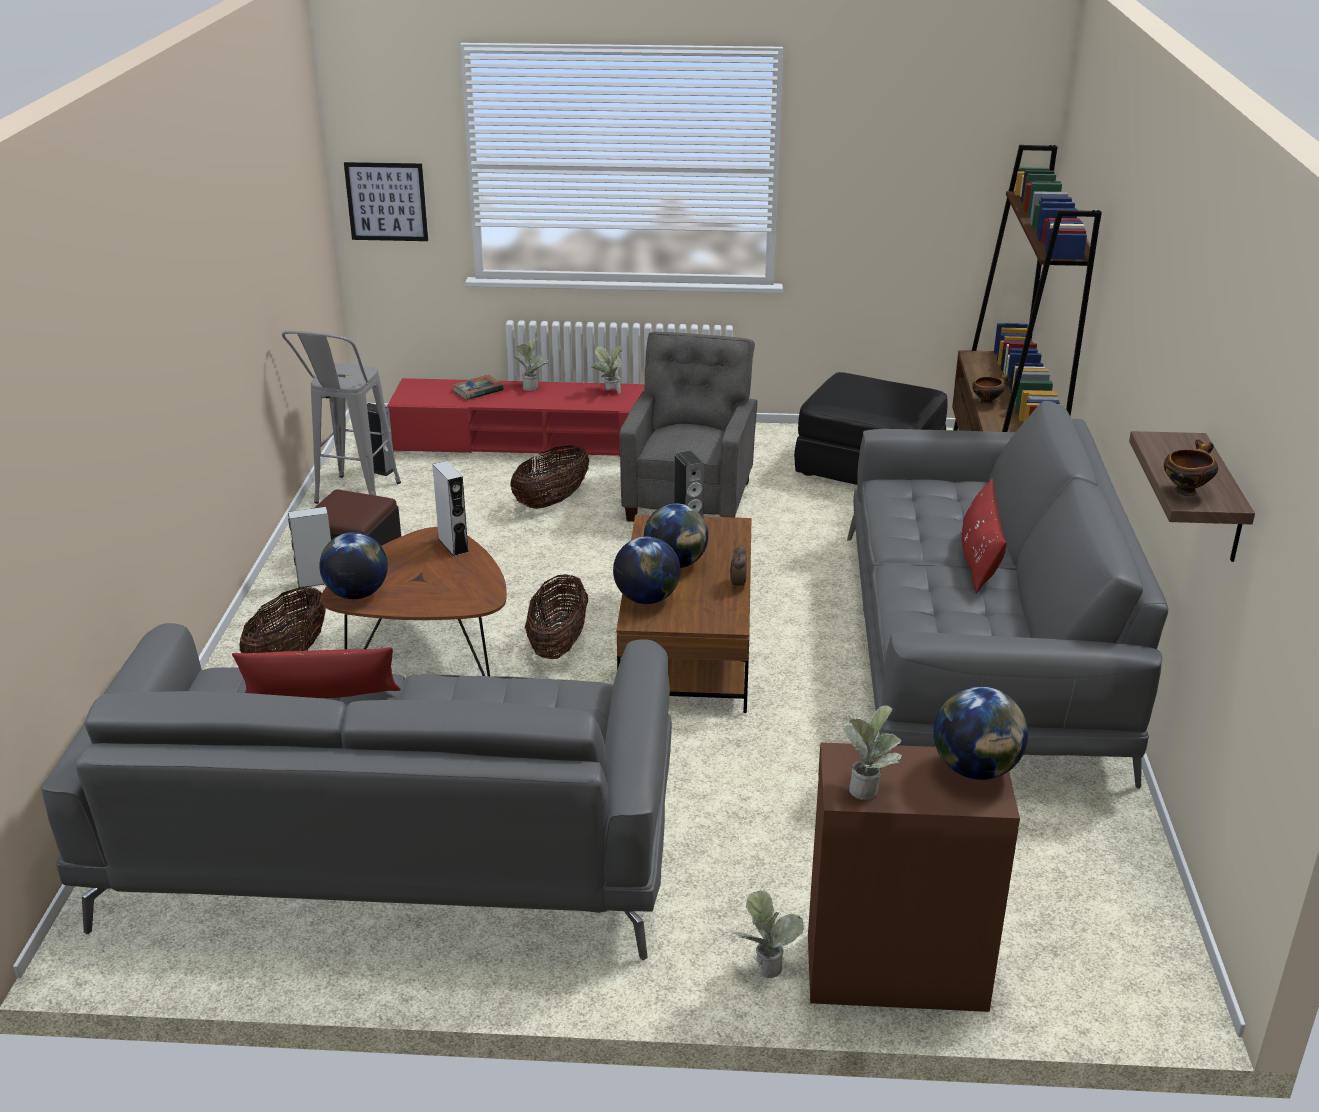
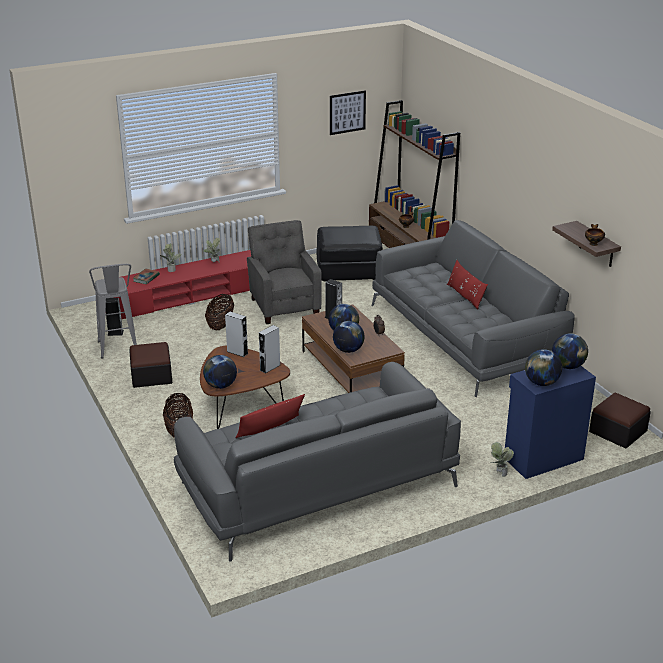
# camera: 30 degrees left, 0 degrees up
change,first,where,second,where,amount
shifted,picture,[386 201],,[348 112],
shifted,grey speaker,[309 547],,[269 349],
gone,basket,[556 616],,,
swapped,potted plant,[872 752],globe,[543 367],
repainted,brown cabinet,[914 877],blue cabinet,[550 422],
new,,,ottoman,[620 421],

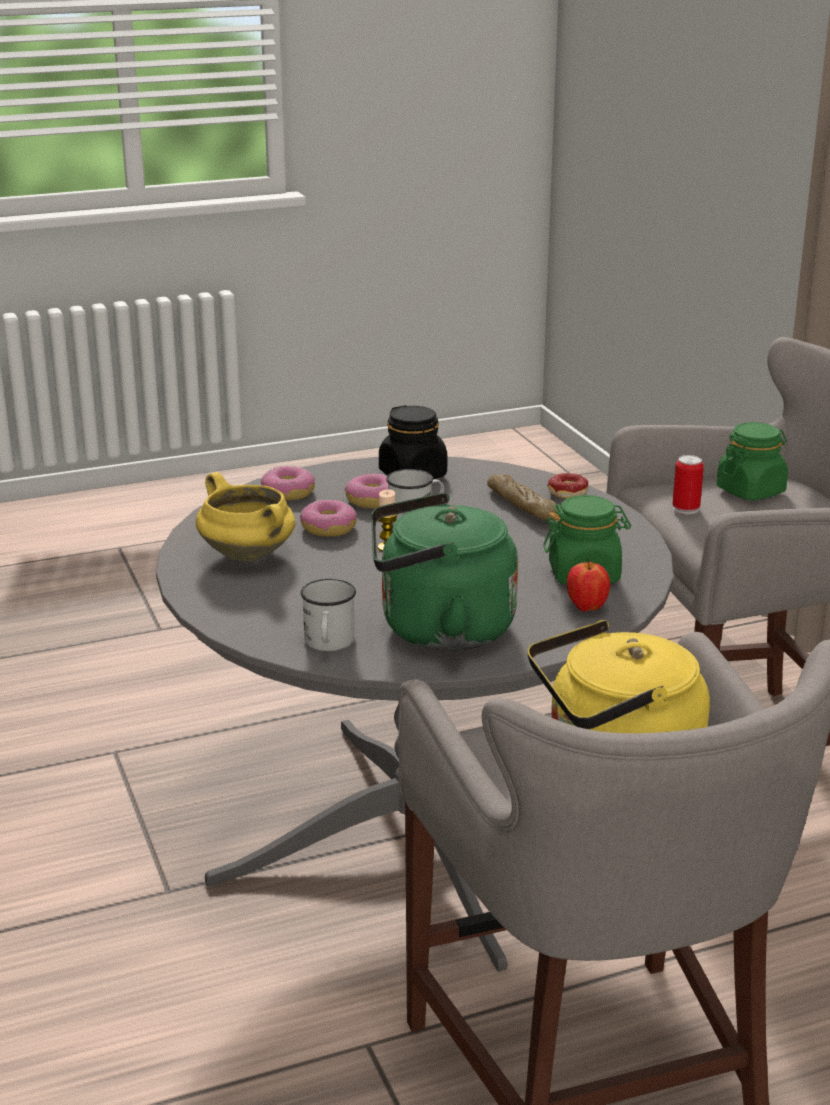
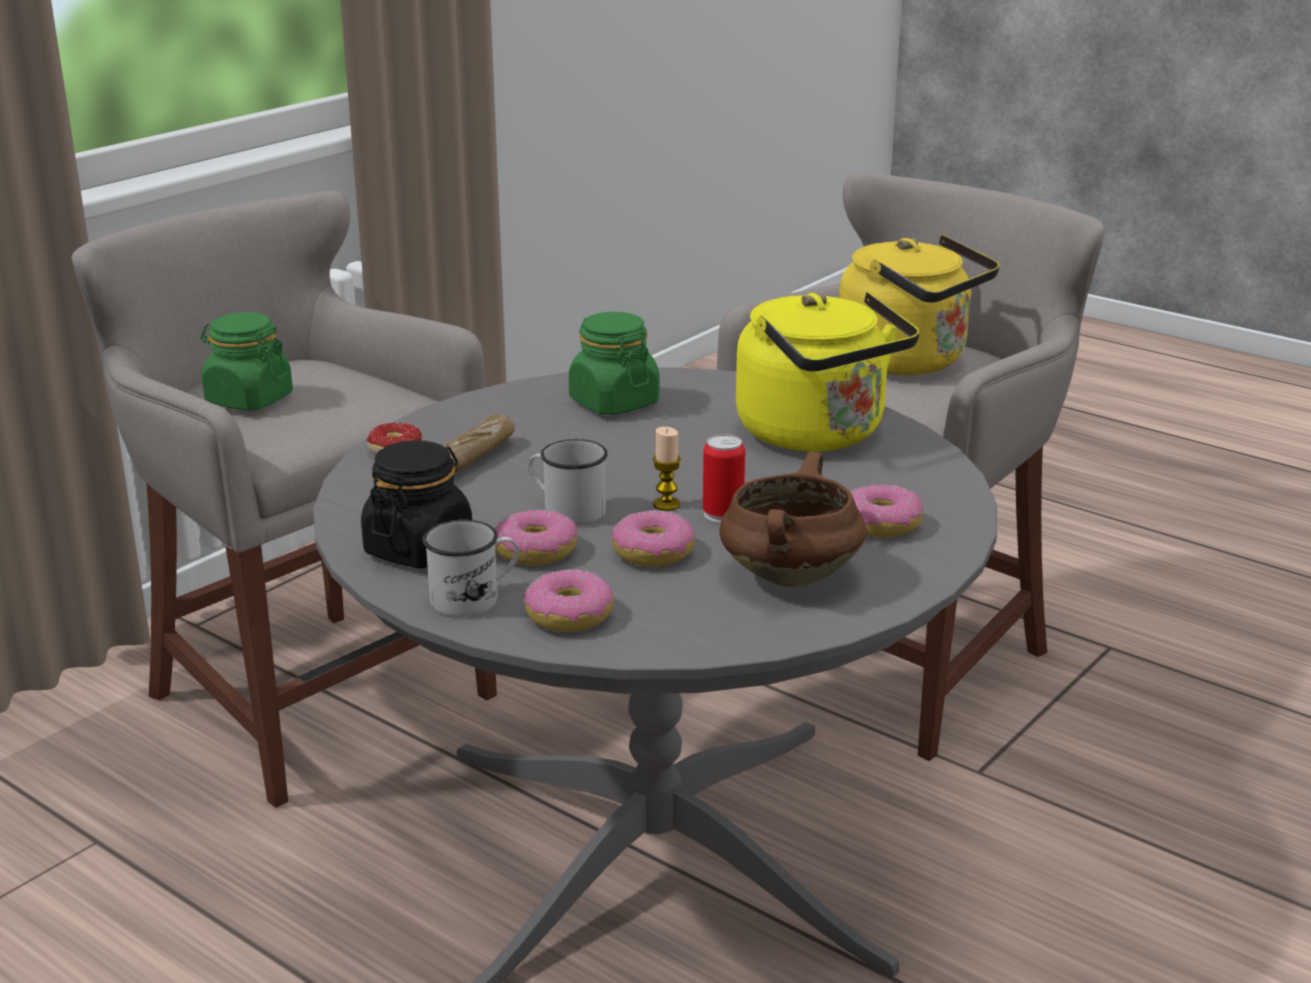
# camera: 120 degrees left, 0 degrees up
change,first,where,second,where,amount
shifted,can,[688 484],,[724 478],
repainted,yellow cooking pot,[245 517],brown cooking pot,[793 519],
repainted,green kettle,[444 572],yellow kettle,[827 371],
gone,apple,[588 585],,,
shifted,white mug,[328 615],,[471 568],
new,,,donut,[887 511],

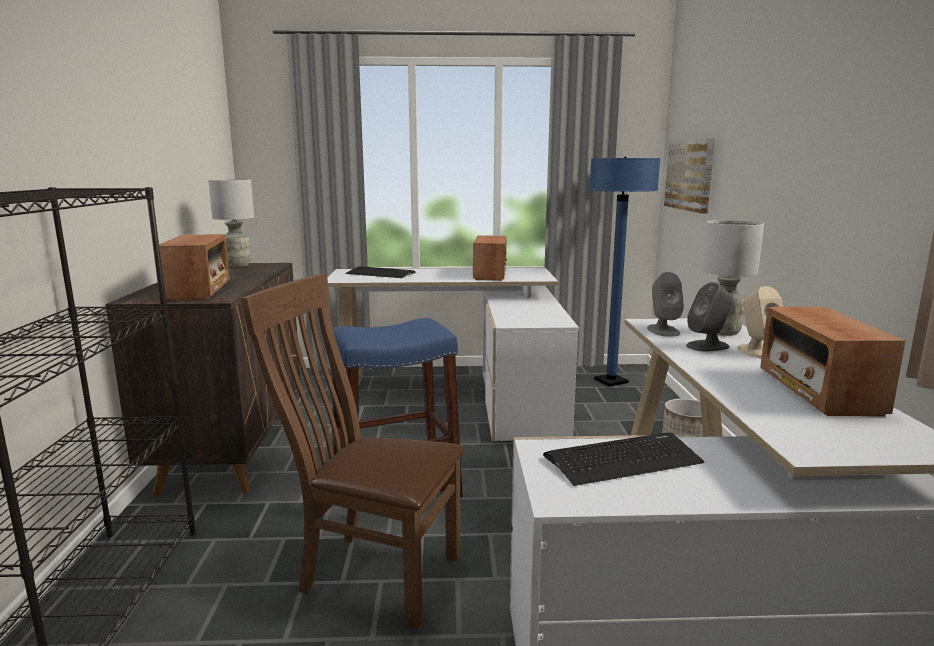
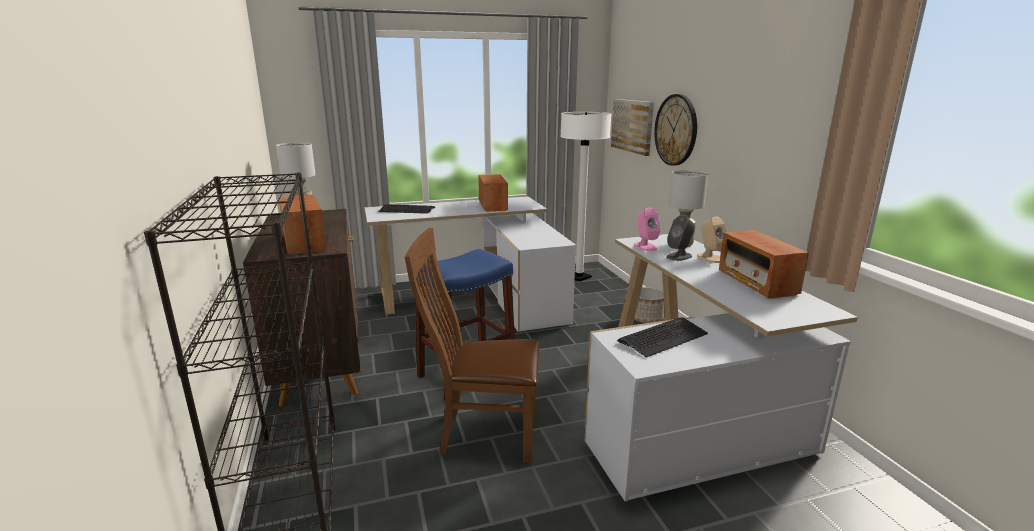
# camera: 15 degrees left, 5 degrees up
change,first,where,second,where,amount
repainted,blue floor lamp,[624 272],white floor lamp,[585 196],
repainted,grey speaker,[665 304],pink speaker,[647 229],
new,,,wall clock,[675 130],

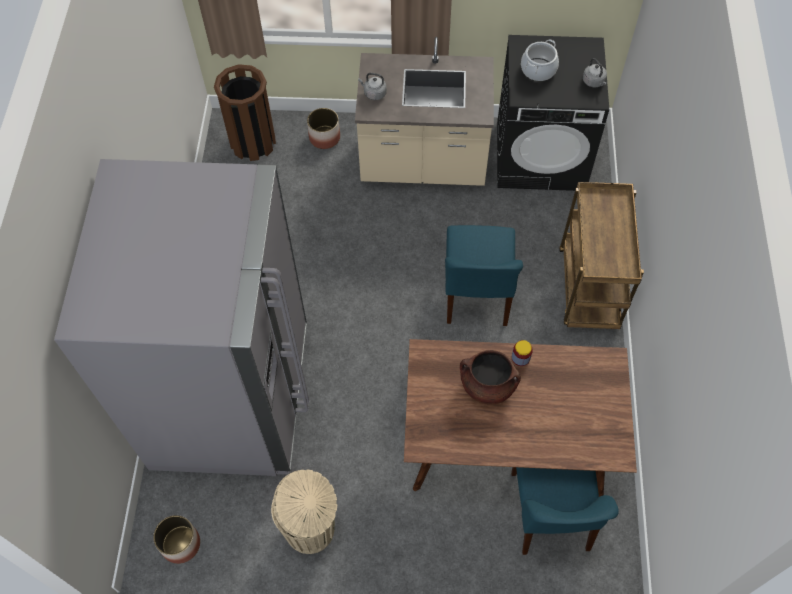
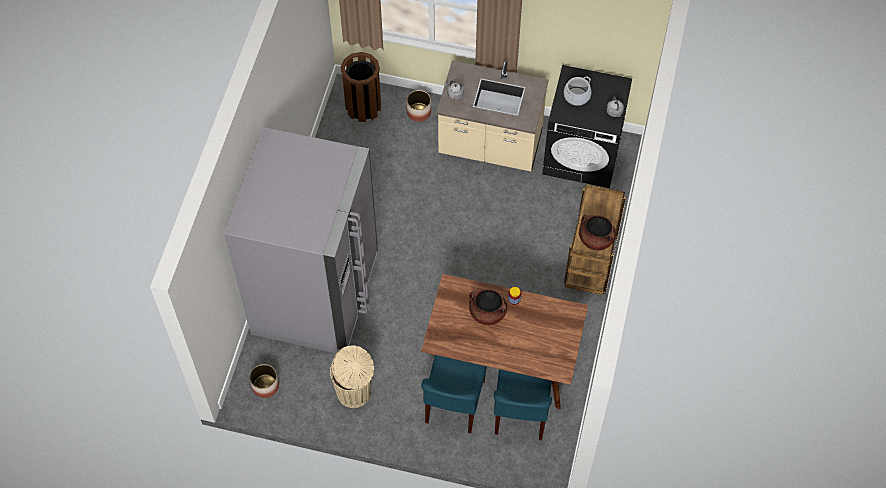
# camera: 10 degrees right, 0 degrees up
change,first,where,second,where,amount
shifted,blue chair,[484 275],,[454 394],
new,,,brown cooking pot,[597 232],

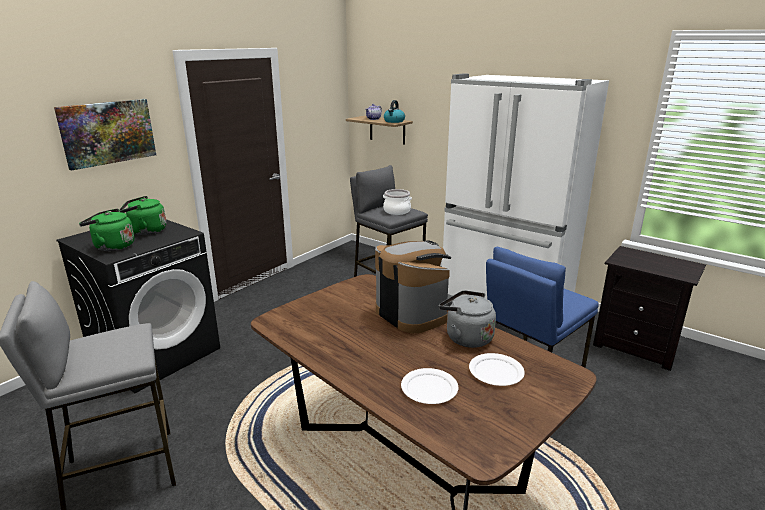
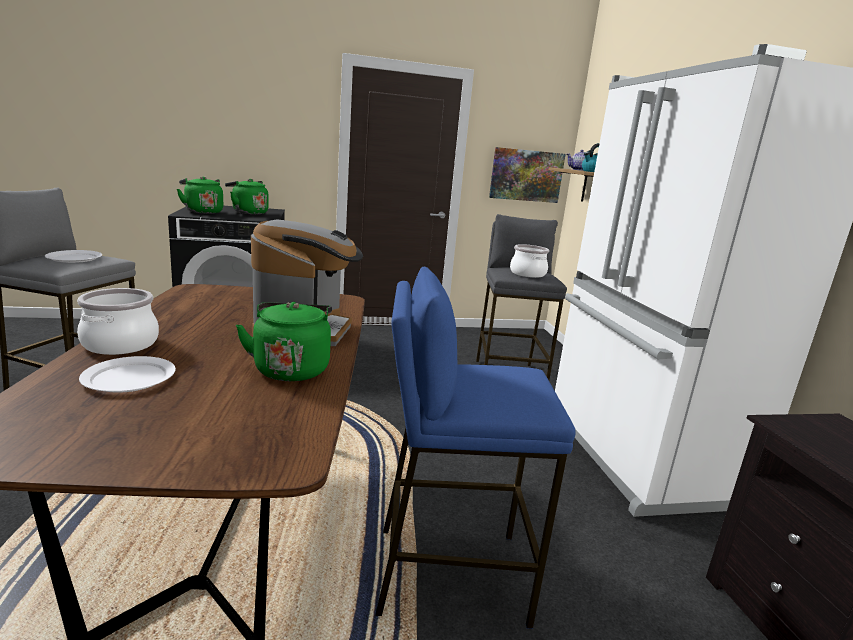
# camera: 40 degrees right, 5 degrees down
change,first,where,second,where,amount
shifted,picture,[105 135],,[527 175],
repainted,grey kettle,[467 319],green kettle,[284 341],
shifted,white plate,[497 369],,[73 256],
new,,,cooking pot,[118 321],

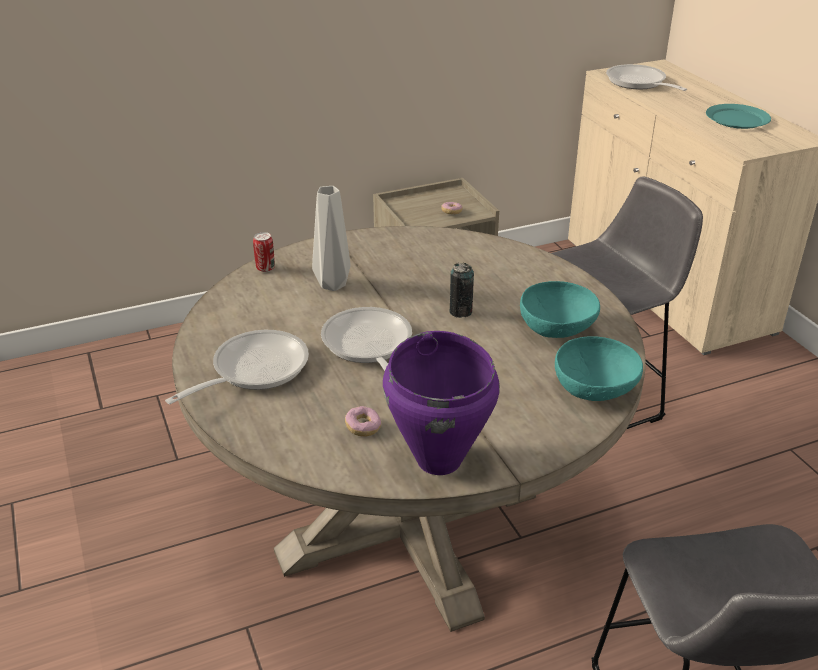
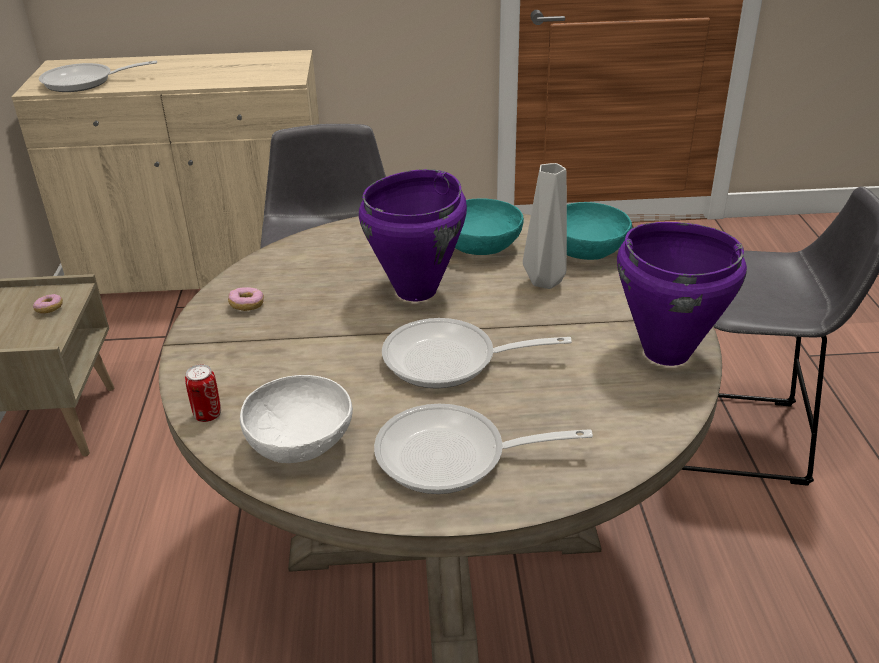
# camera: 70 degrees left, 0 degrees up
change,first,where,second,where,amount
gone,turquoise plate,[738 116],,,
shifted,grey vase,[331 238],,[545 226],
swapped,can,[462 290],purple cooking pot,[413 235],
rotated,frying pan,[237 367],,[483 449],60 degrees counterclockwise
shifted,donut,[363 421],,[246 299],
new,,,white bowl,[296 419],

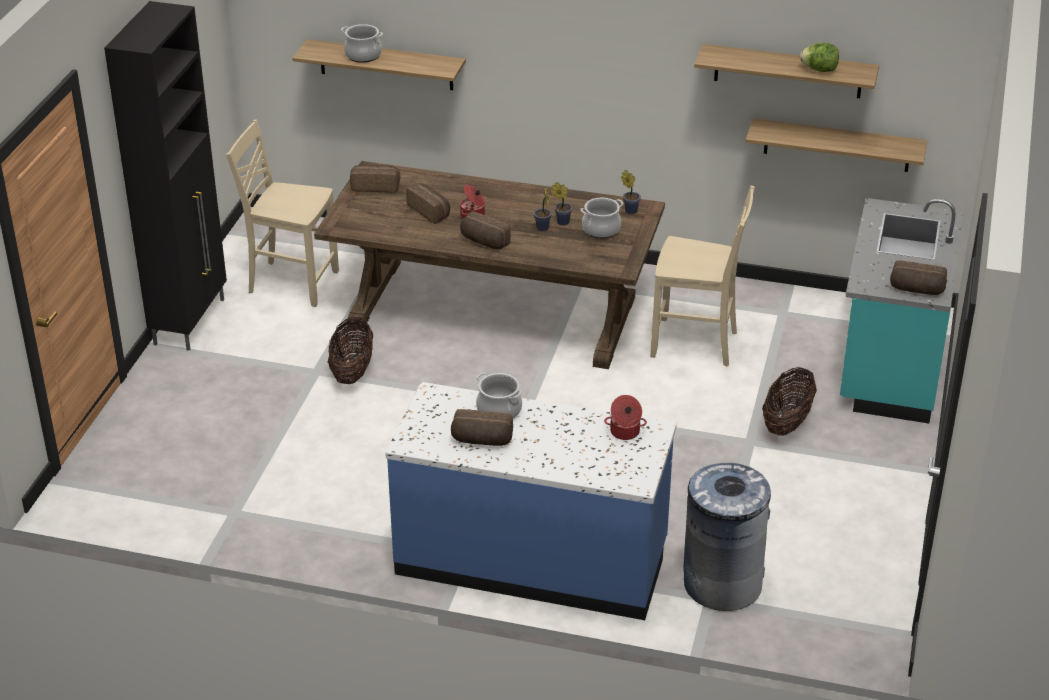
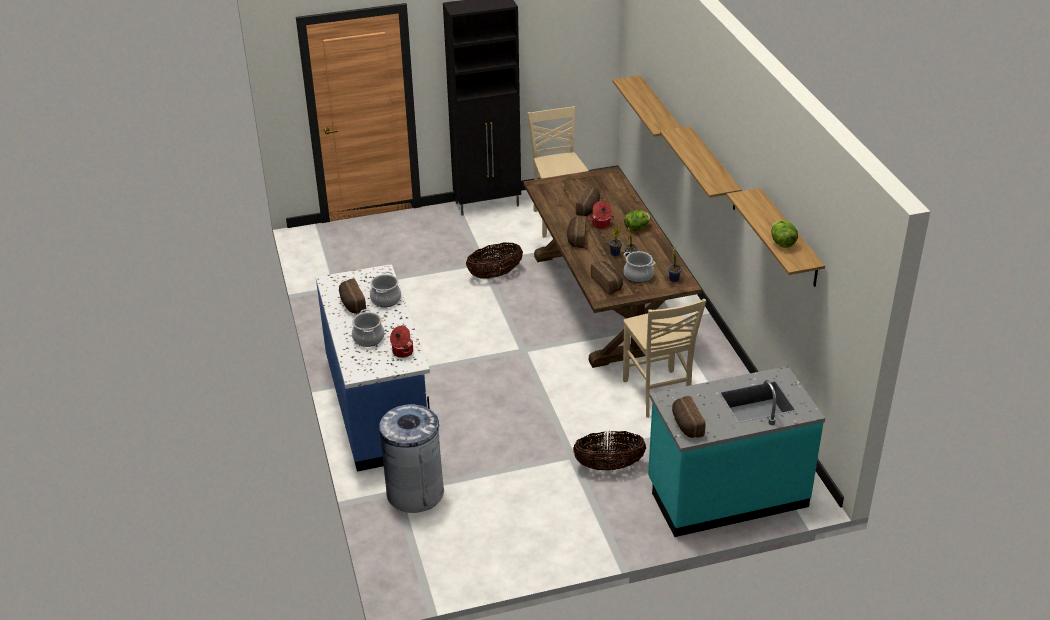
# camera: 60 degrees right, 0 degrees up
change,first,where,second,where,amount
shifted,cooking pot,[362 43],,[368 328],
shifted,shelf,[836 145],,[701 168],
shifted,bread,[375 178],,[607 277],
new,,,lettuce,[637 220],

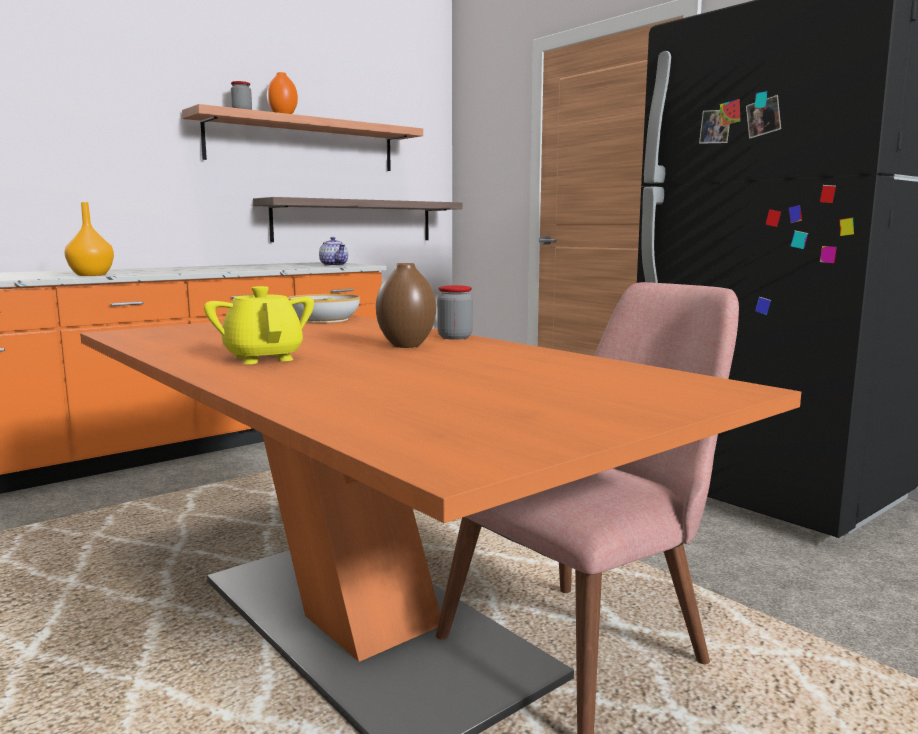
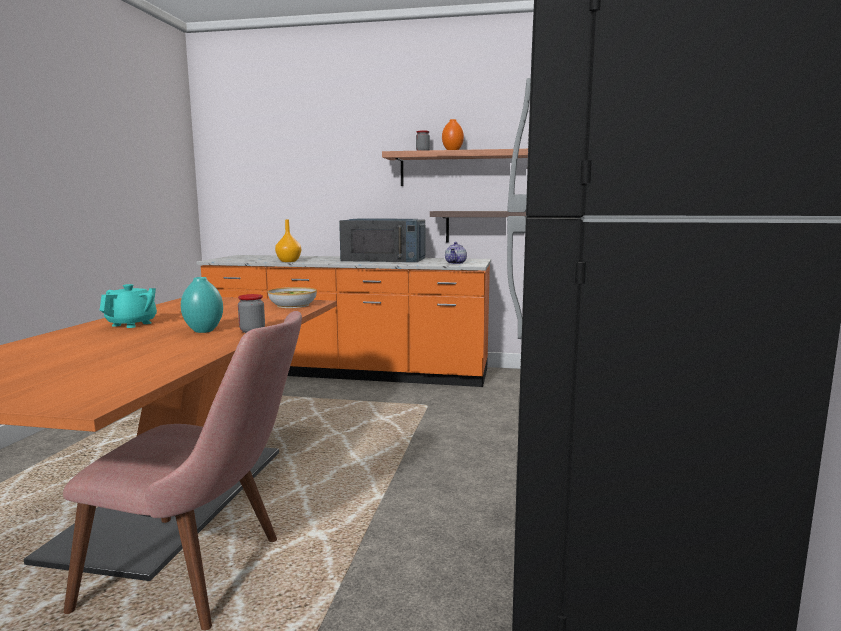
# camera: 50 degrees right, 0 degrees up
change,first,where,second,where,amount
repainted,brown vase,[406 305],turquoise vase,[202 305],
repainted,yellow teapot,[259 325],turquoise teapot,[128 306],
new,,,blue microwave,[382 240],

